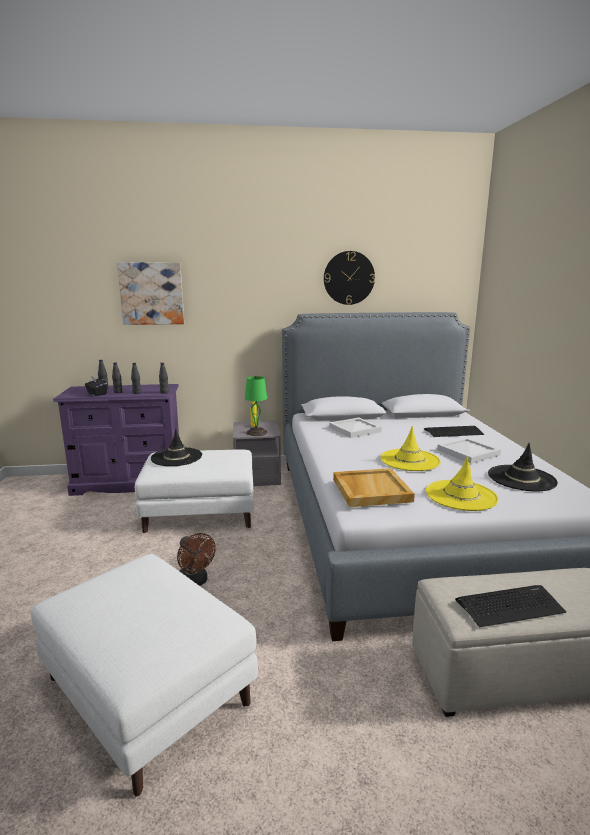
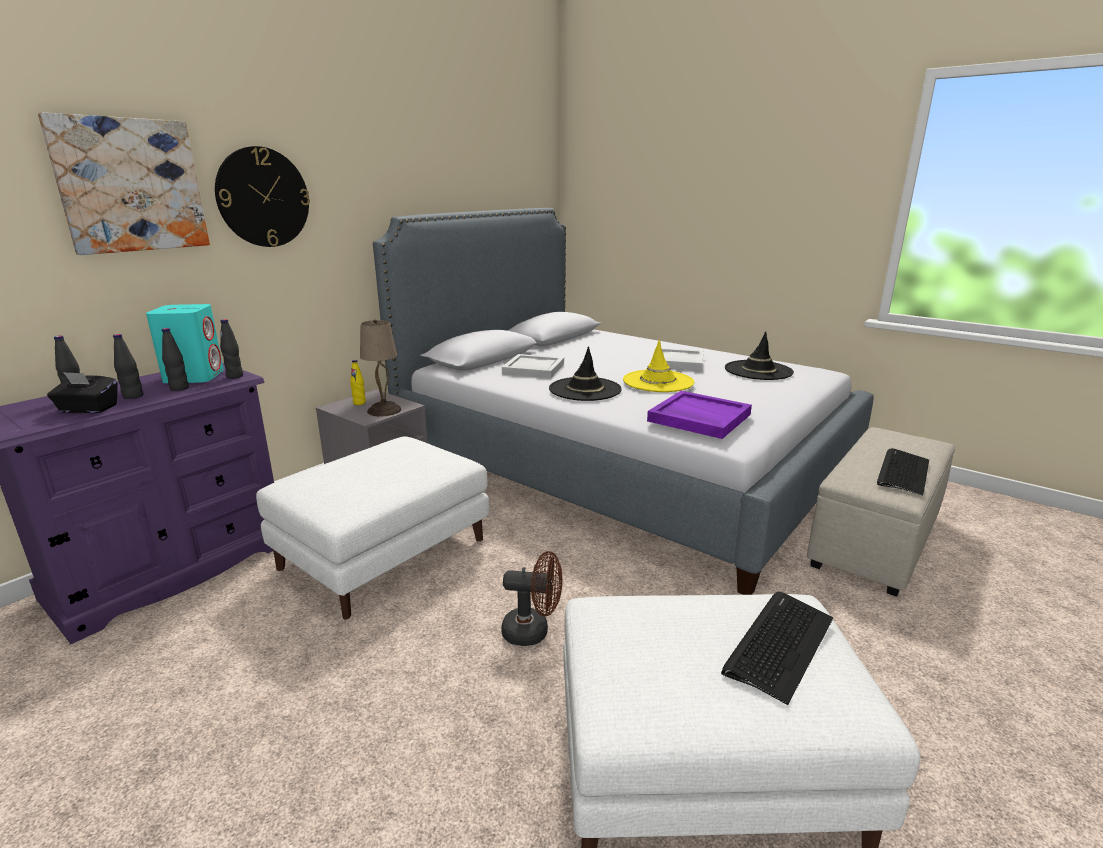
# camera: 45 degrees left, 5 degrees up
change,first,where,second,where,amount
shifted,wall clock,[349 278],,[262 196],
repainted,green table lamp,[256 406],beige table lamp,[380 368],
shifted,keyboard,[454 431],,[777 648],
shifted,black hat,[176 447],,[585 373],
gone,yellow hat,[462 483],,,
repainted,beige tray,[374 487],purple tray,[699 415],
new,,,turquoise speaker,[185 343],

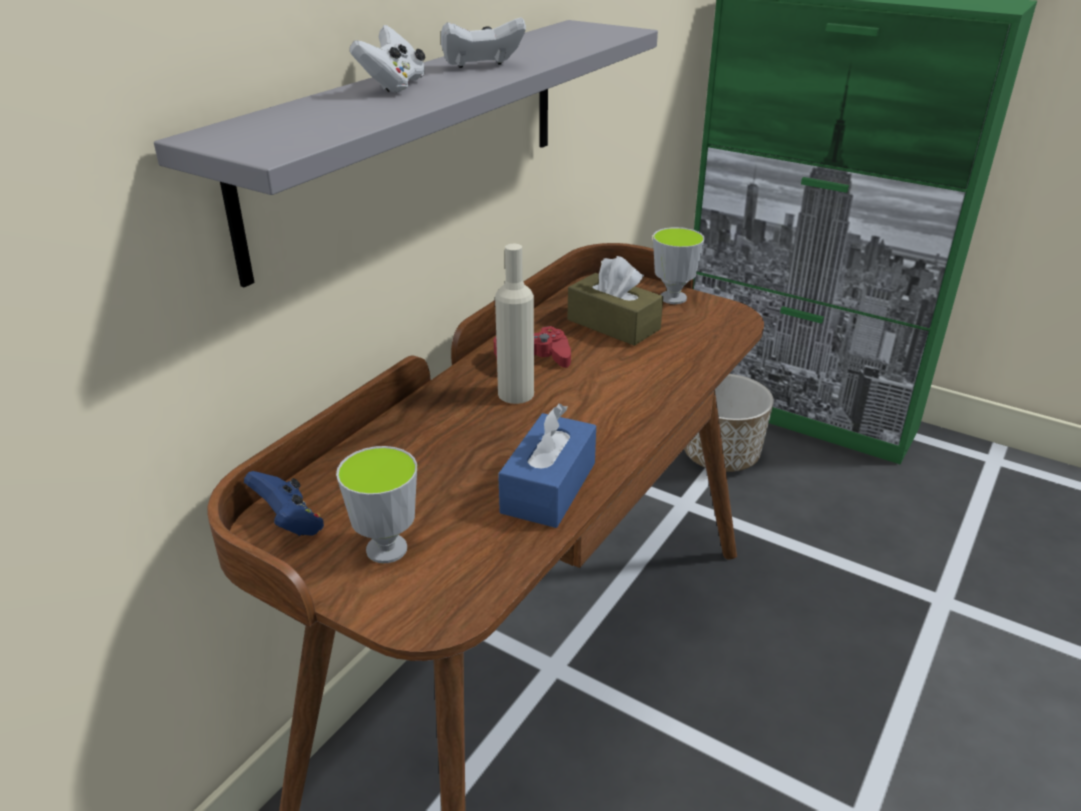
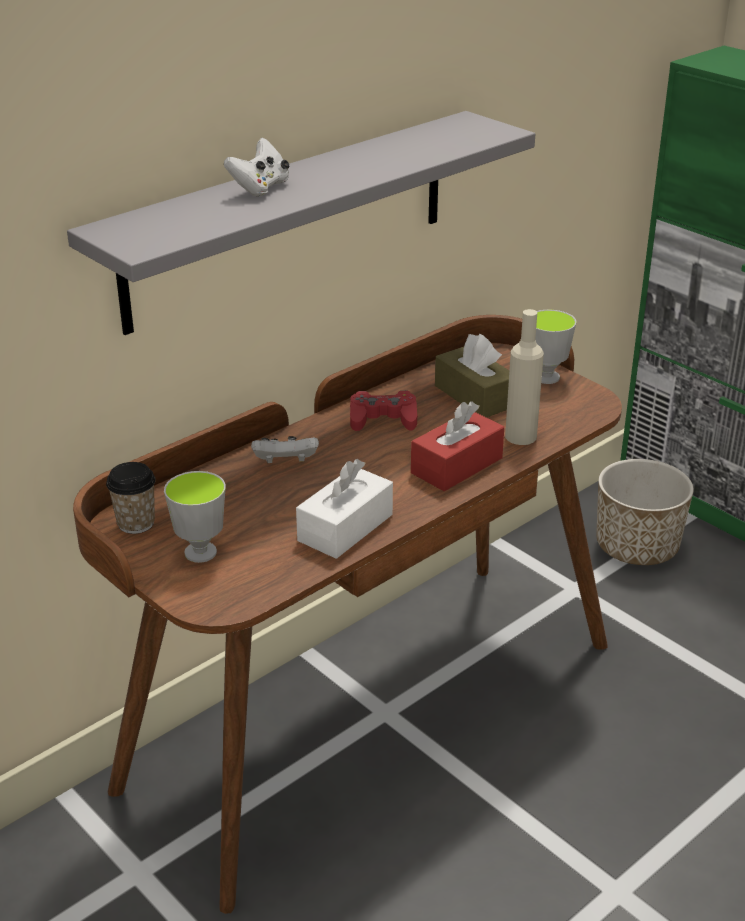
# camera: 15 degrees right, 0 degrees up
change,first,where,second,where,amount
shifted,white game controller,[483 42],,[285 449],
shifted,beige bottle,[514 324],,[524 377],
repainted,blue tissue box,[547 465],white tissue box,[344 509],
swapped,blue game controller,[284 503],cup,[131 498],
new,,,red tissue box,[457 446],

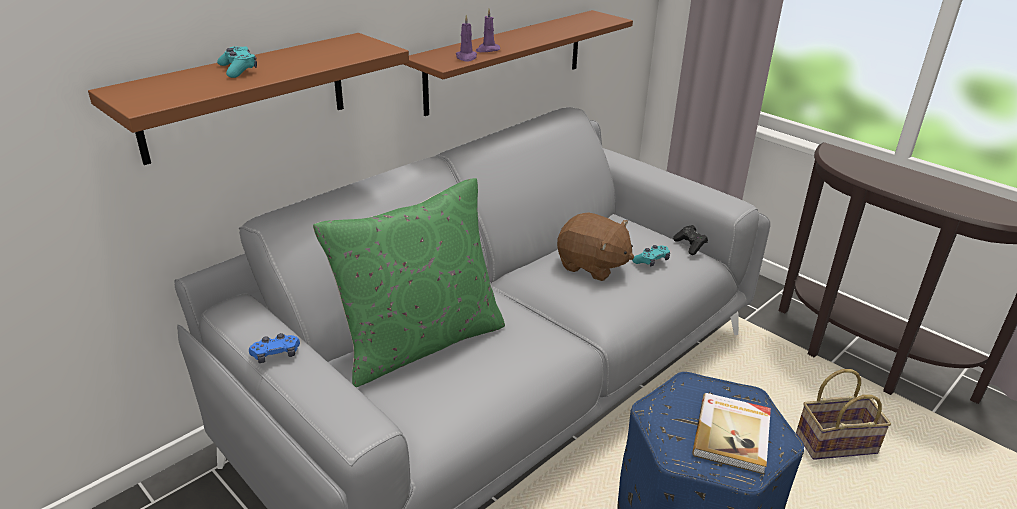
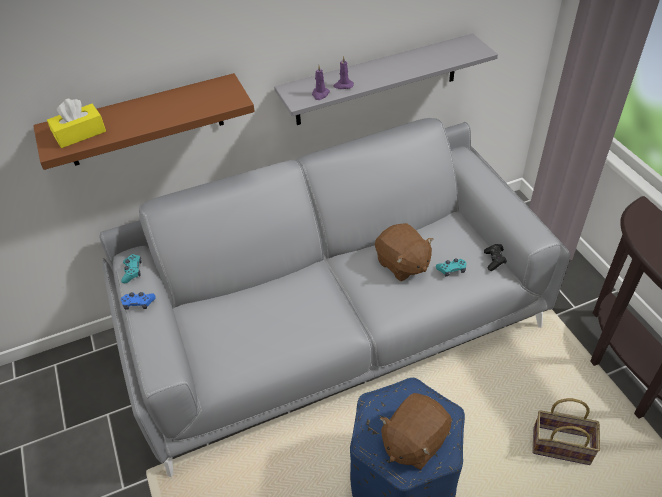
# camera: 25 degrees right, 15 degrees up
change,first,where,second,where,amount
repainted,brown shelf,[518 63],grey shelf,[386 79],
shifted,turquoise game controller,[237 62],,[131 268],
gone,green pillow,[409 282],,,
swapped,book,[731 433],brown plush toy,[416 431],
new,,,yellow tissue box,[76 123],

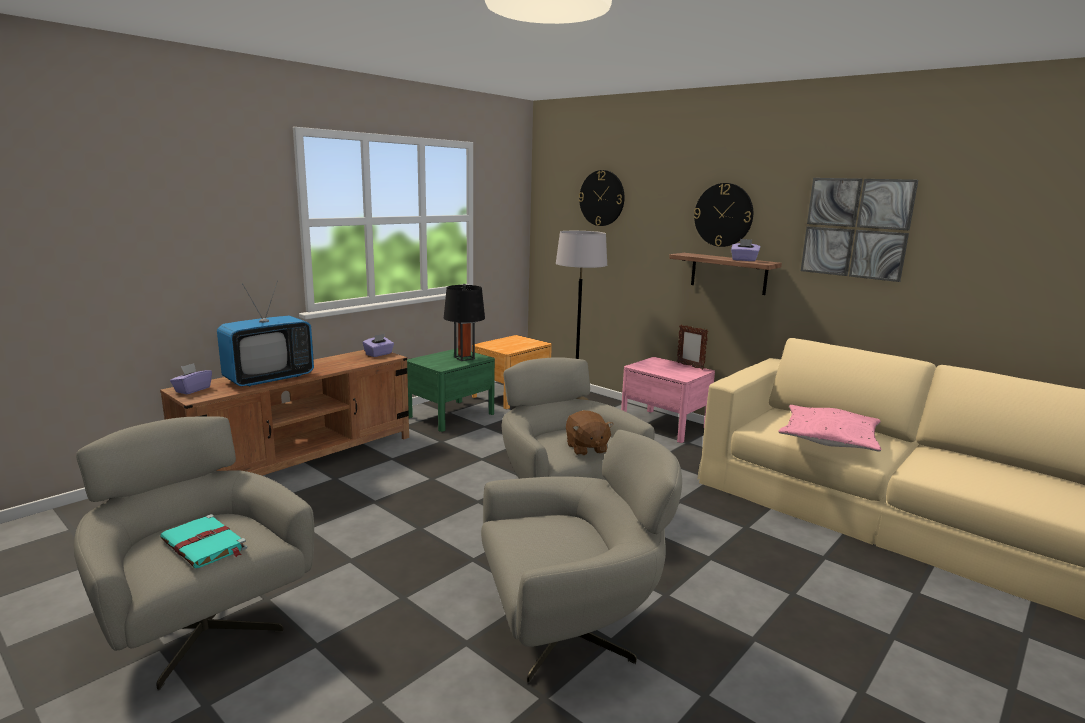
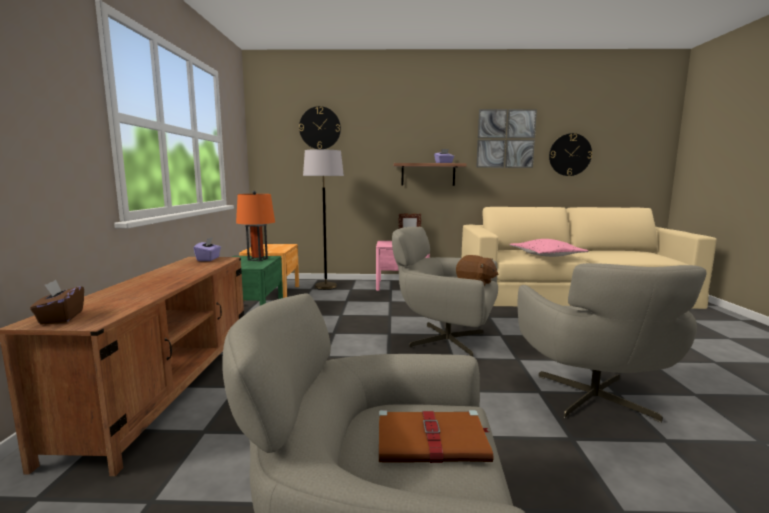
# camera: 40 degrees left, 5 degrees down
change,first,where,second,where,amount
shifted,wall clock,[723 215],,[570 154],
gone,television,[265 334],,,
repainted,black table lamp,[464 322],orange table lamp,[255 226],
repainted,purple tissue box,[191 378],brown tissue box,[57 302],
rotated,grey armchair,[581 556],,[612 343],150 degrees clockwise
repainted,turquoise book,[203 541],brown book,[436 436],

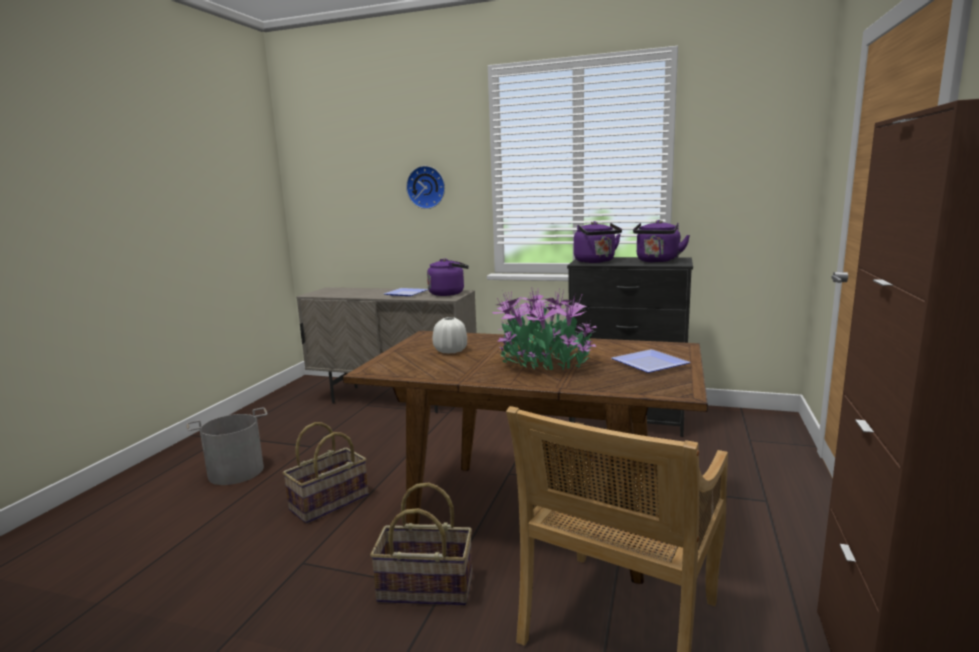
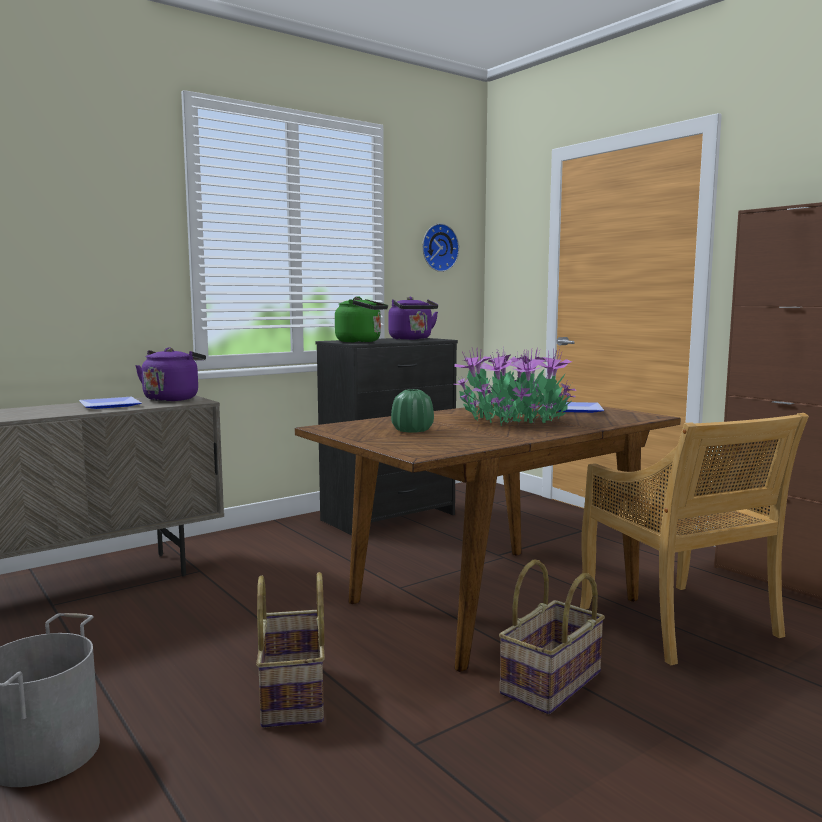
# camera: 55 degrees left, 5 degrees down
change,first,where,second,where,amount
shifted,wall clock,[425 187],,[440 247],
repainted,purple kettle,[598 242],green kettle,[361 319],
repainted,white vase,[449 335],green vase,[412 411],

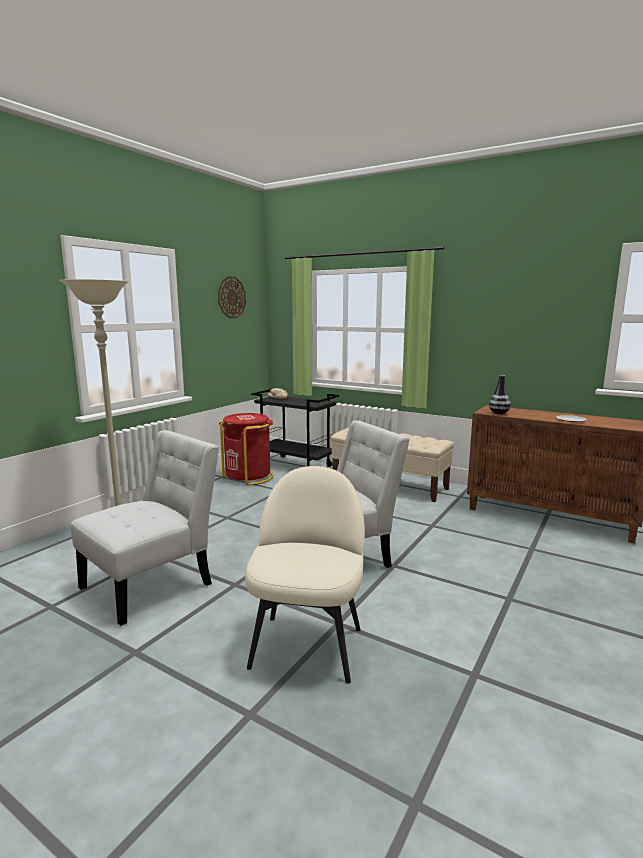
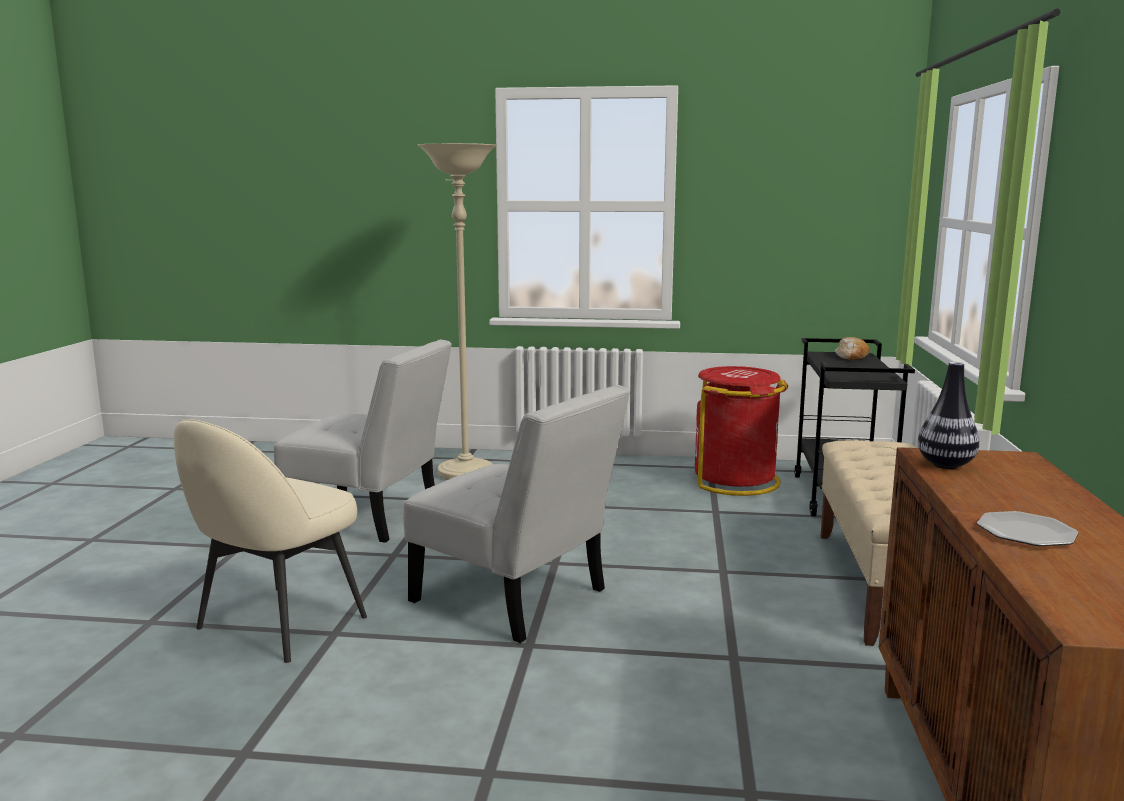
# camera: 65 degrees right, 0 degrees up
change,first,where,second,where,amount
gone,wall clock,[232 297],,,
rotated,beige chair,[305 575],,[270 541],135 degrees clockwise

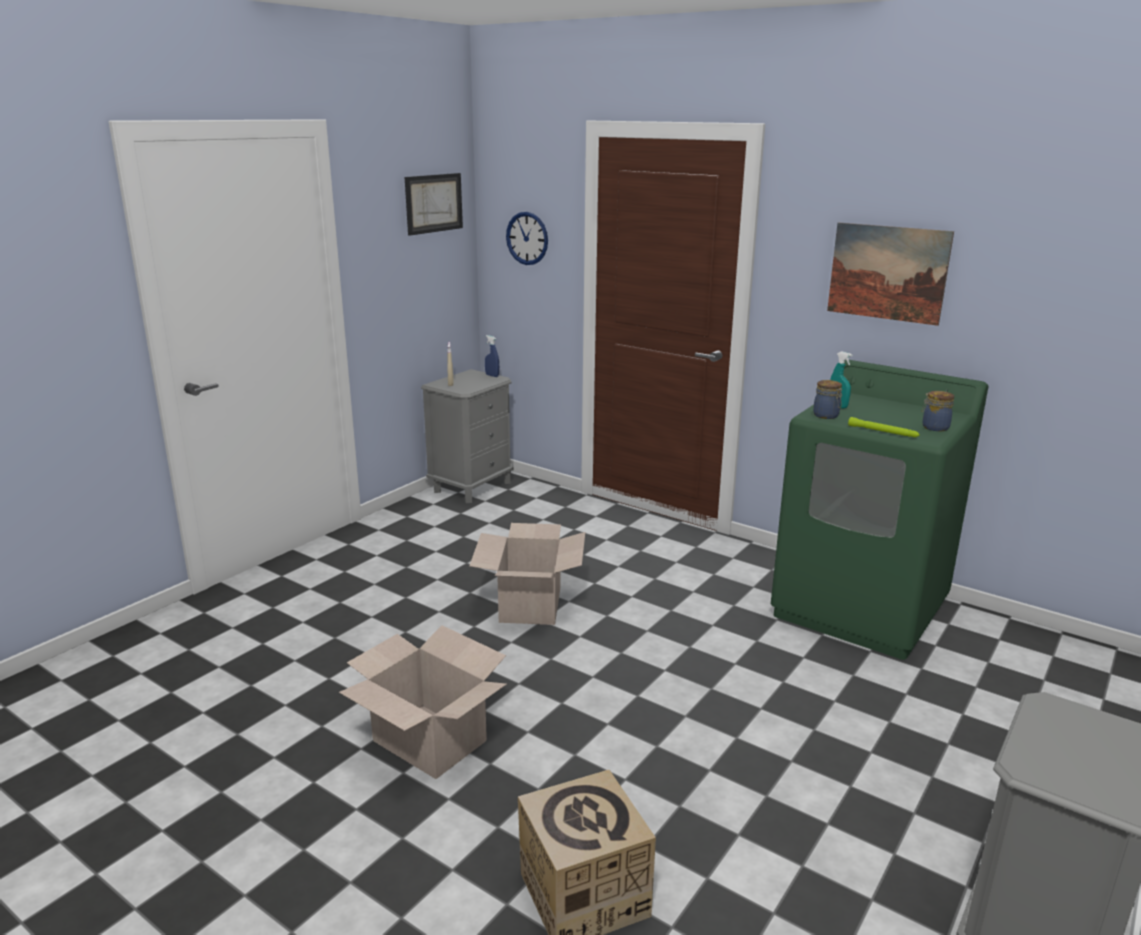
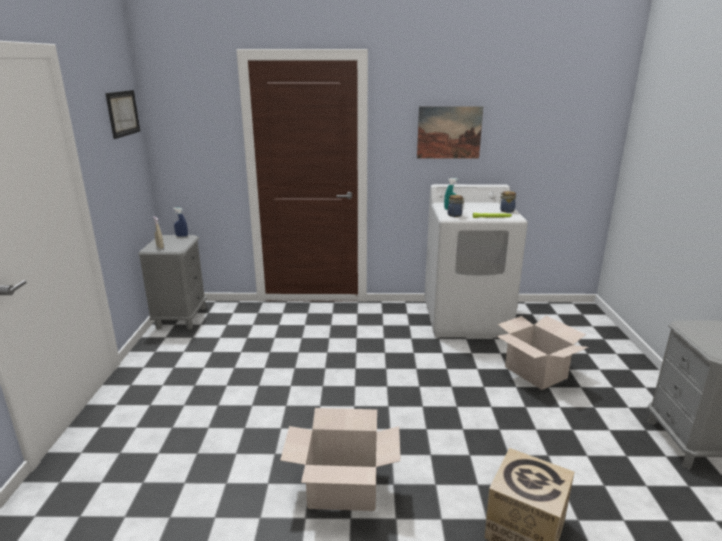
# camera: 35 degrees left, 0 degrees up
change,first,where,second,where,amount
gone,wall clock,[527 238],,,
repainted,green washing machine,[879 510],white washing machine,[476 261],
shifted,cardboard box,[527 574],,[542 352],

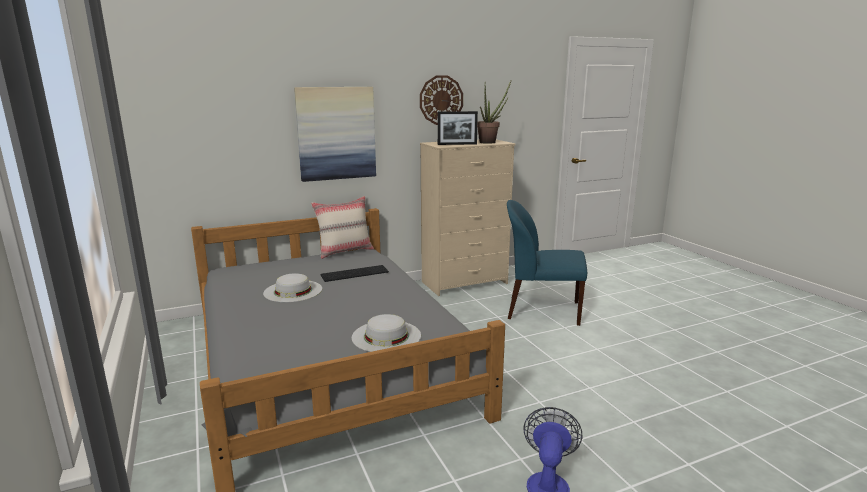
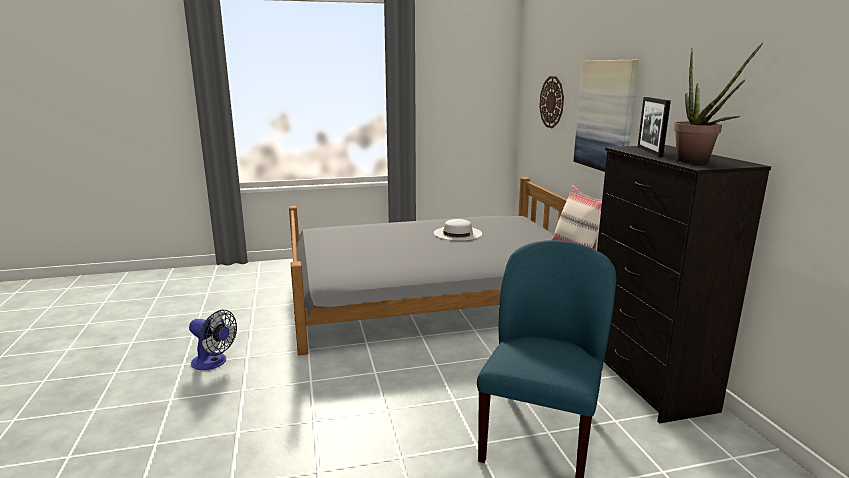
# camera: 100 degrees right, 0 degrees up
change,first,where,second,where,amount
shifted,wall clock,[441 100],,[551 102],
repainted,beige dresser,[467 218],black dresser,[684 284],
gone,keyboard,[354 273],,,
gone,white hat,[386 333],,,

